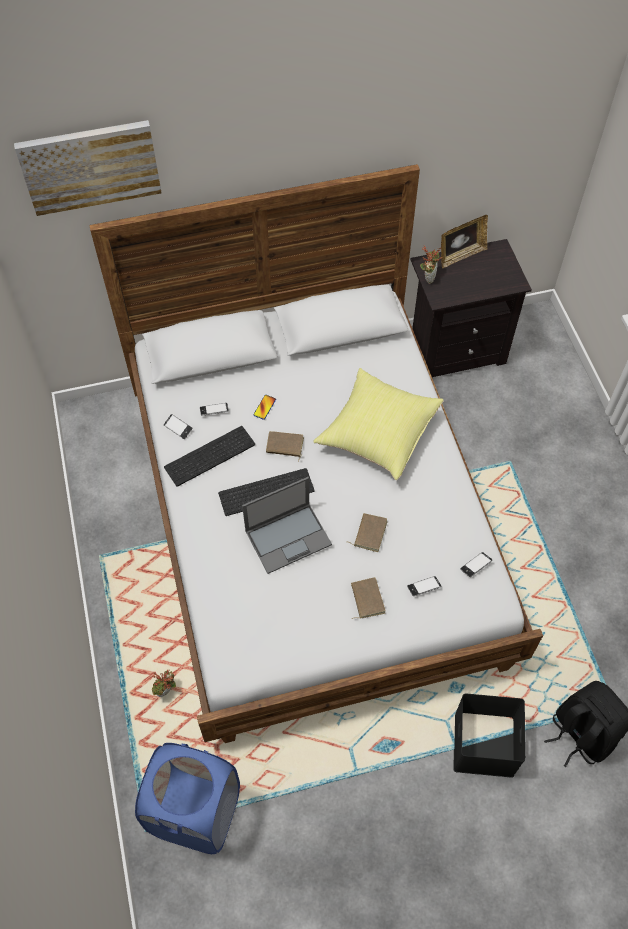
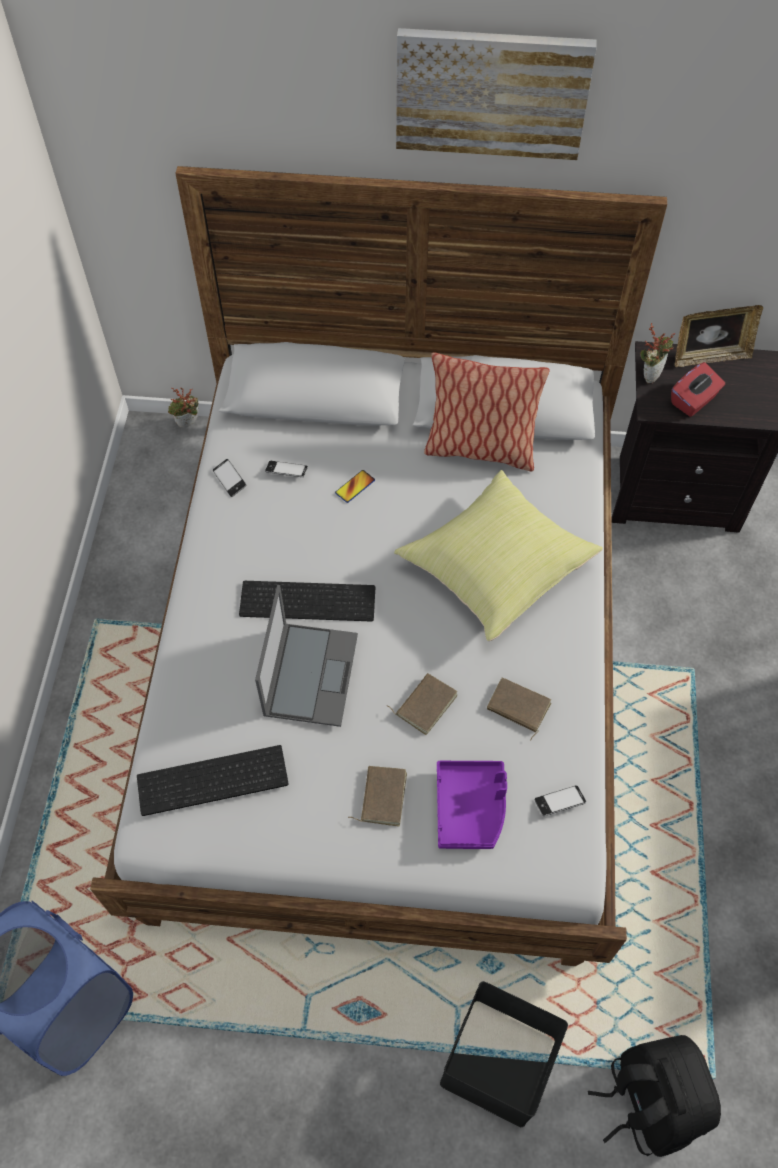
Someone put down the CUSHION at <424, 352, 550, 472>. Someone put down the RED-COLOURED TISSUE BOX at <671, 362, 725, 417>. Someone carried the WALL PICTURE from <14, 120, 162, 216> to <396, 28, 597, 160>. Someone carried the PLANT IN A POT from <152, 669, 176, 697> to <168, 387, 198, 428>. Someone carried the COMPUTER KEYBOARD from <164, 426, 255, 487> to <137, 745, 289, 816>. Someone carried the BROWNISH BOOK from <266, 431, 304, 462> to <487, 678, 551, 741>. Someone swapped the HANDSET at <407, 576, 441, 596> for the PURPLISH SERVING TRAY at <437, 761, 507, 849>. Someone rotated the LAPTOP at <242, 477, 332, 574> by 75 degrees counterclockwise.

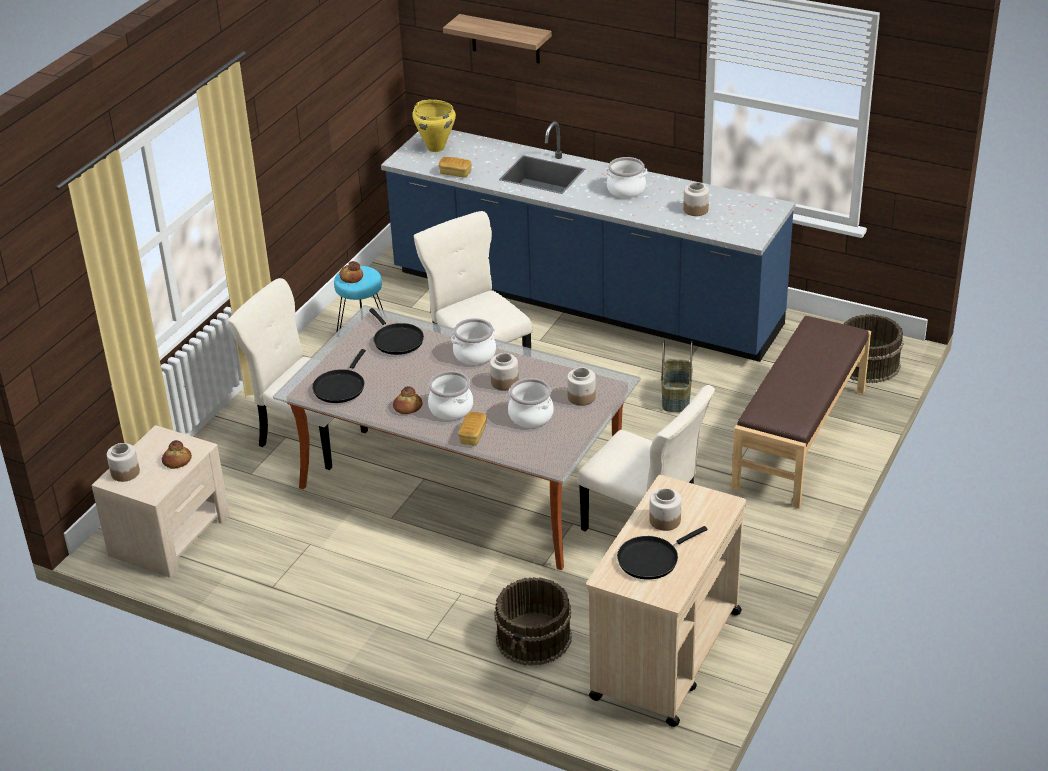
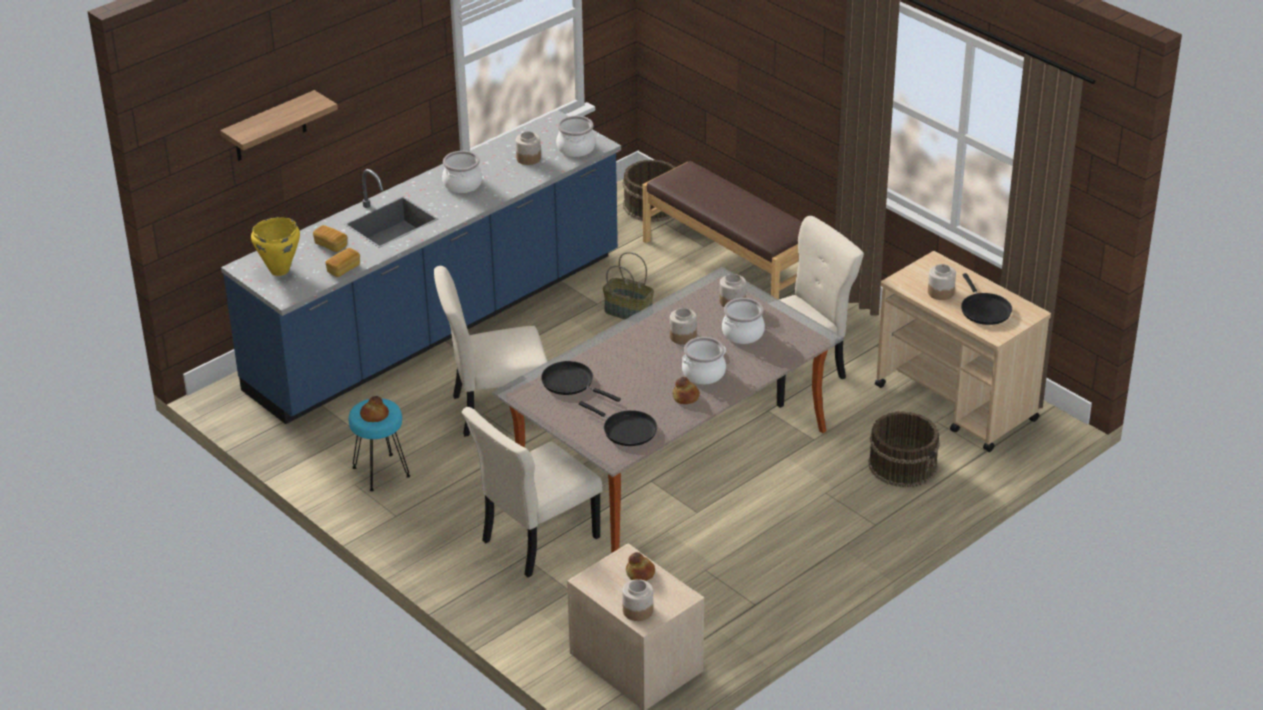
Someone carried the STOCKPOT from <451, 318, 496, 365> to <556, 116, 596, 157>. Someone carried the BAKERY BREAD from <458, 412, 487, 445> to <313, 225, 347, 252>. Someone rotated the BLACK PAN at <369, 308, 424, 355> by 135 degrees counterclockwise.

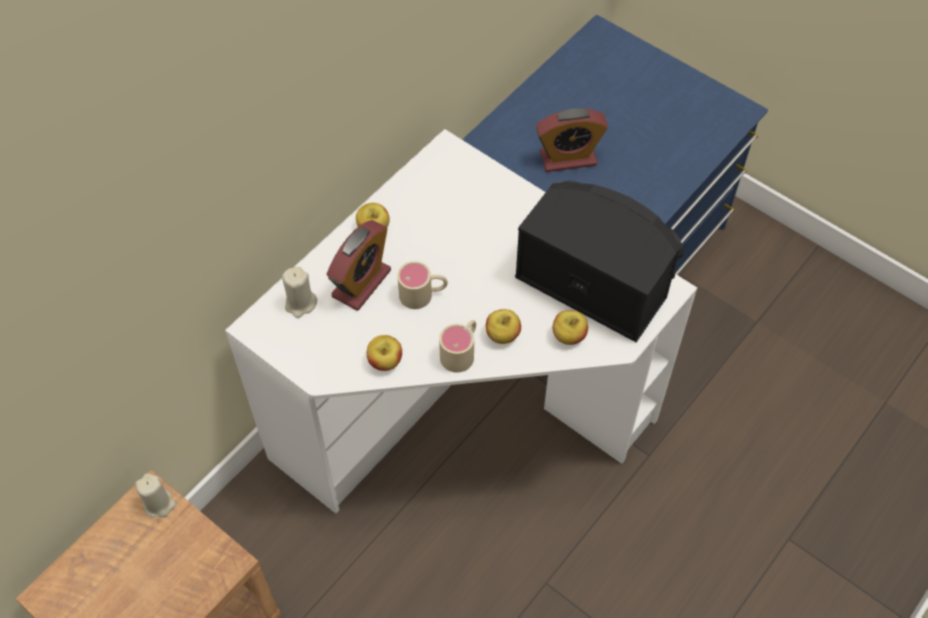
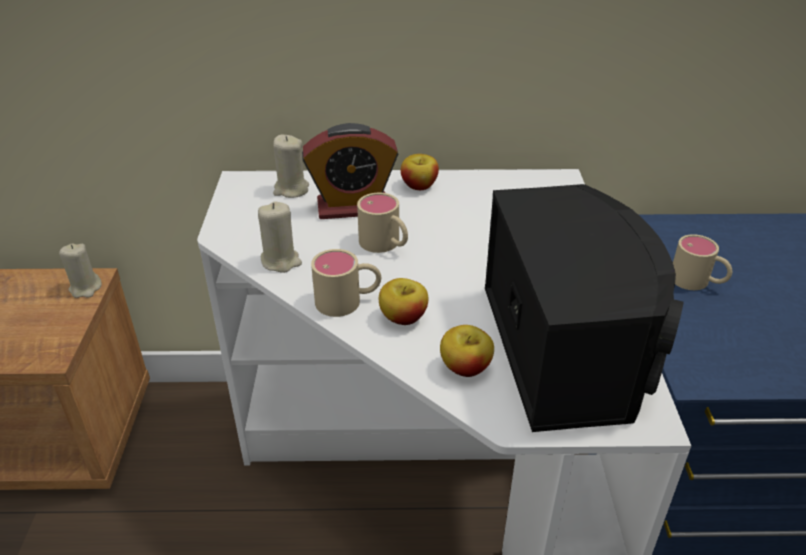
Someone swapped the APPLE FRUIT at <367, 335, 402, 371> for the SAND-COLOURED WAX LIGHT at <258, 201, 302, 273>. Someone swapped the TABLE CLOCK at <536, 108, 608, 172> for the SAND-COLOURED TEA MUG at <673, 234, 733, 290>.

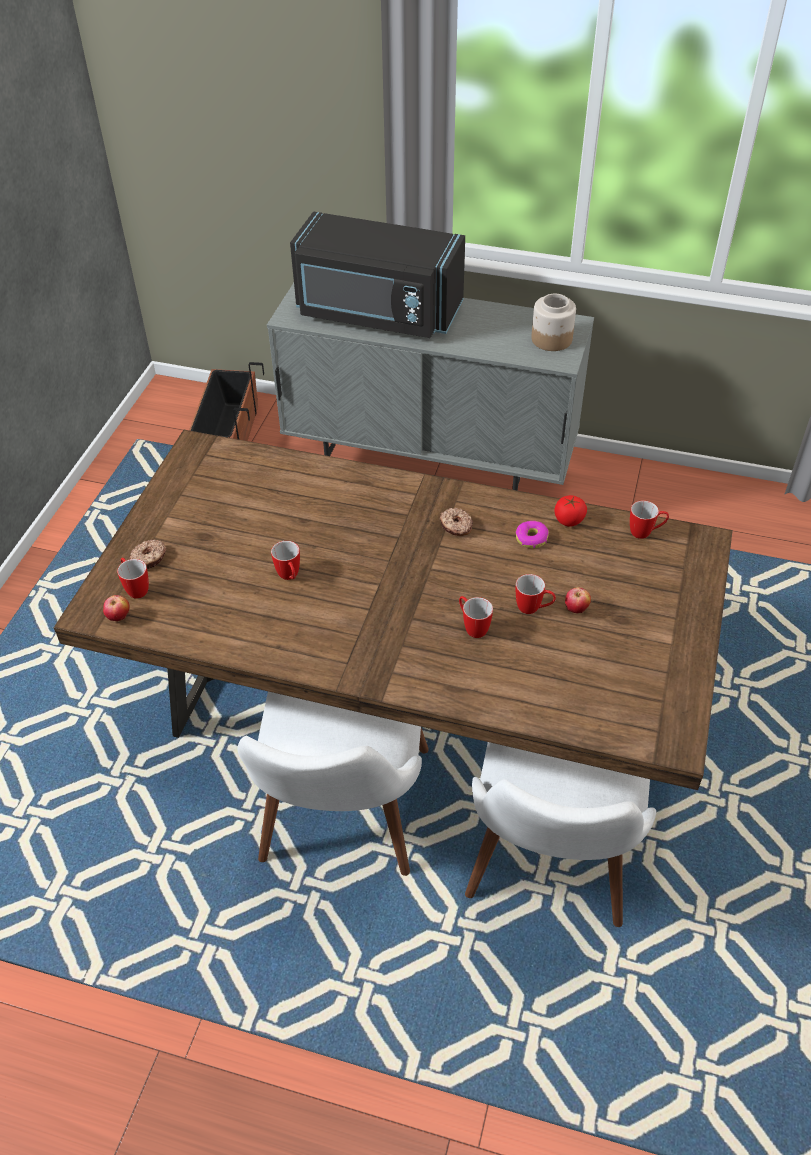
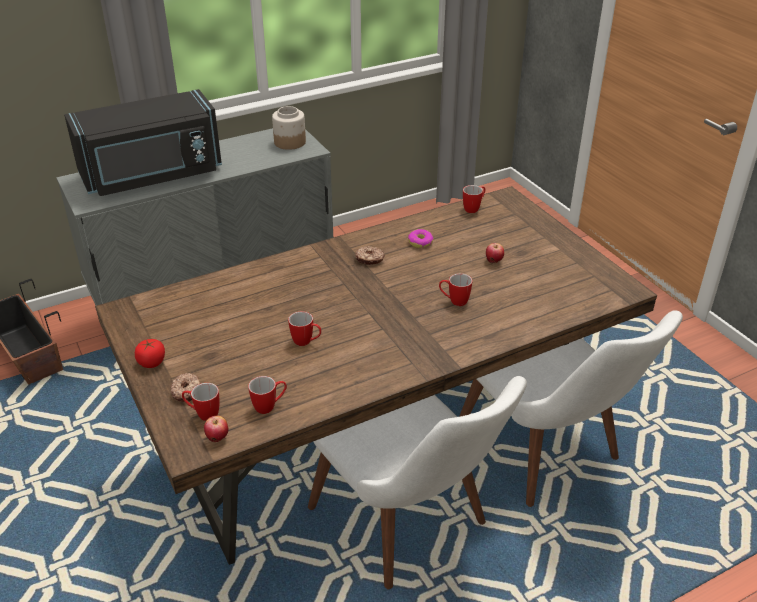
Someone carried the TEA MUG from <516, 574, 556, 614> to <248, 376, 287, 414>. Someone carried the TOMATO from <554, 495, 587, 527> to <135, 339, 165, 368>.

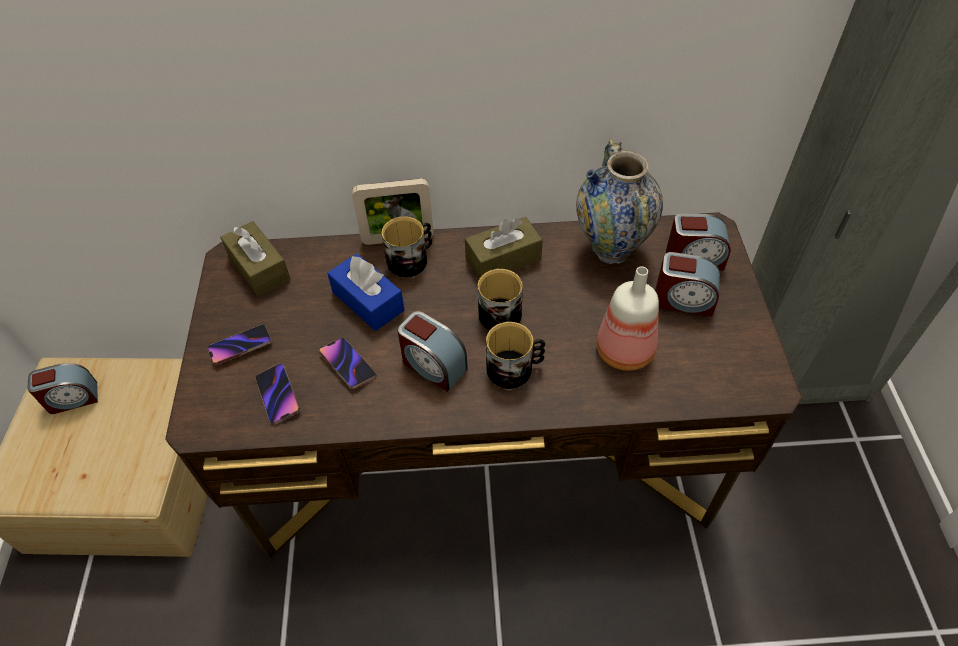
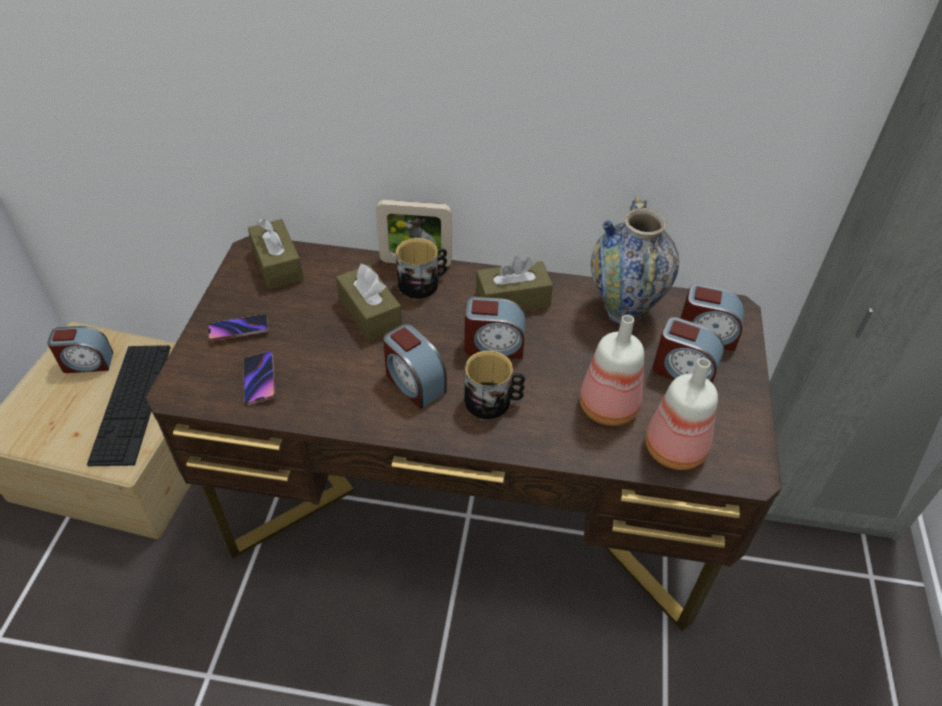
Someone took away the HANDSET at <319, 338, 376, 389>. Someone put down the COMPUTER KEYBOARD at <87, 345, 171, 466>. Someone put down the BOTTLE at <645, 358, 718, 470>. Someone swapped the TEA MUG at <478, 267, 523, 331> for the TABLE CLOCK at <464, 297, 525, 359>. Someone repainted the BLUE-COLOURED TISSUE BOX at <327, 253, 404, 331>, which became the BROWNISH TISSUE BOX at <336, 264, 402, 341>.

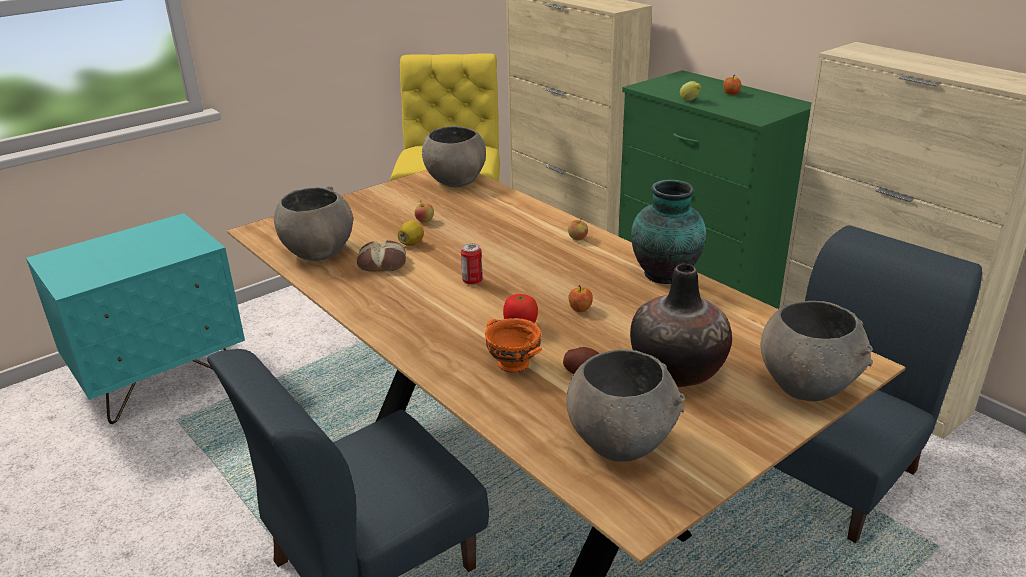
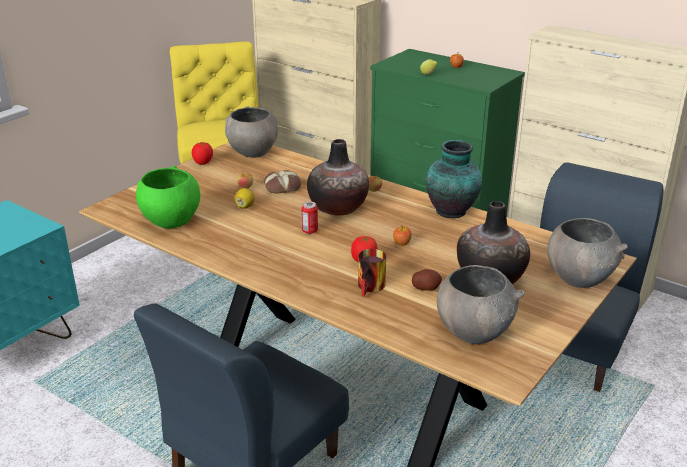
Someone put down the TOMATO at <192, 142, 213, 165>. Someone put down the FLOWER VASE at <307, 139, 369, 216>. Someone carried the BAKERY BREAD from <357, 240, 406, 272> to <264, 170, 301, 193>. Someone swapped the ORANGE-COLOURED BOWL at <485, 318, 542, 372> for the TEA MUG at <358, 249, 386, 297>. Someone repainted the GRAY BOWL at <274, 186, 353, 261>, which became the GREENISH BOWL at <136, 166, 200, 229>.

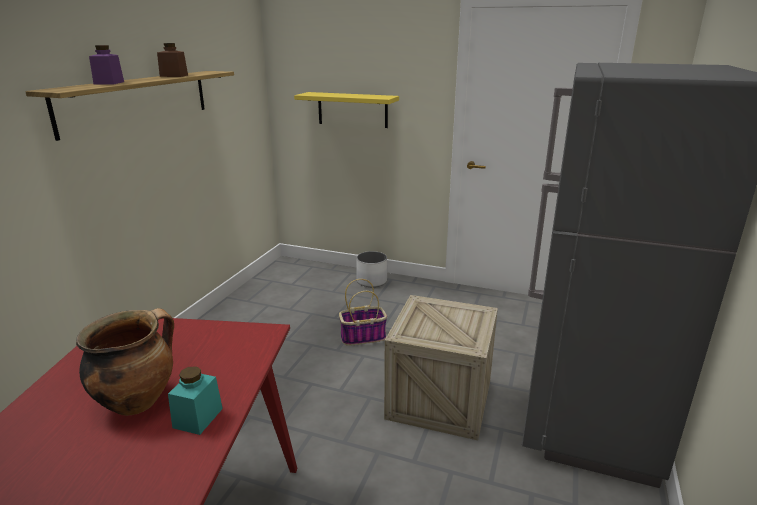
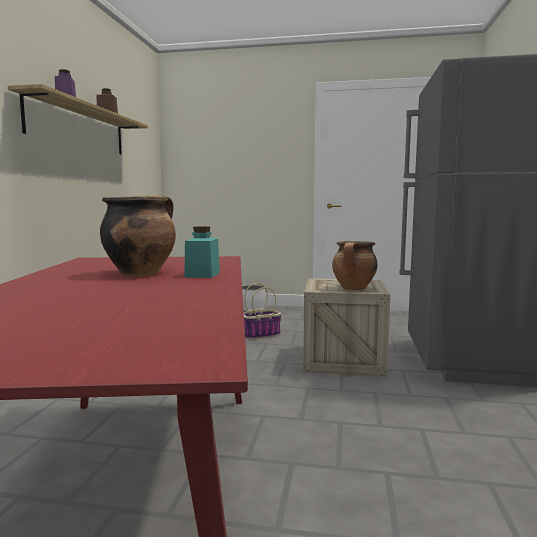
Someone took away the YELLOWISH WALL SHELF at <294, 92, 399, 128>. Someone put down the STOCKPOT at <332, 241, 377, 290>.

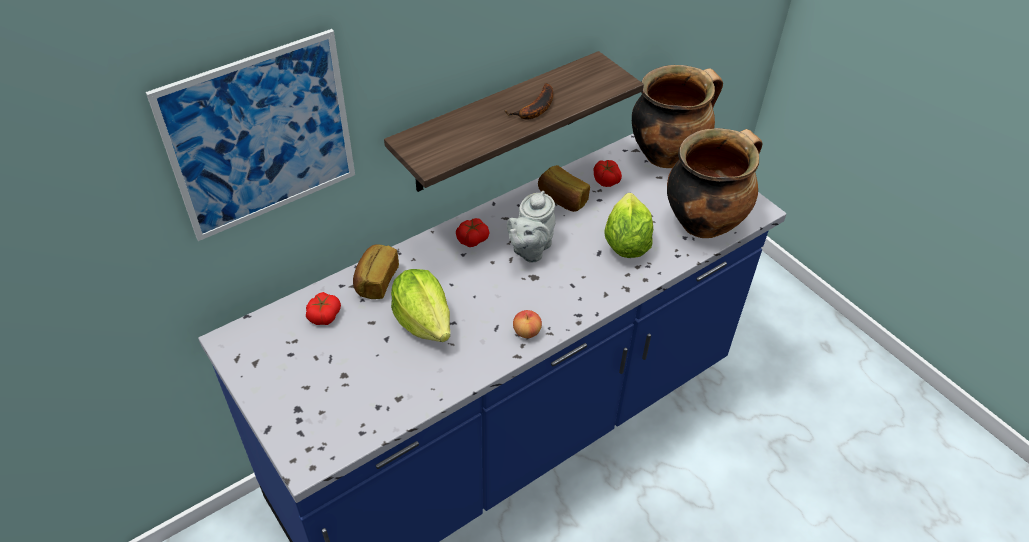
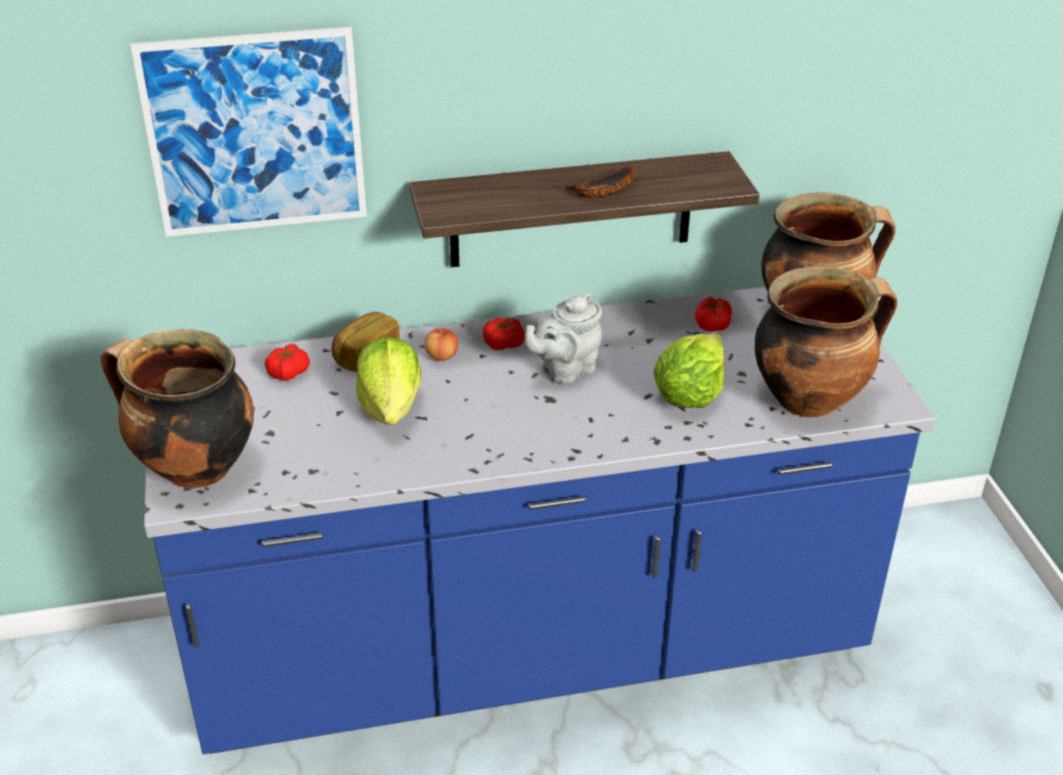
Someone took away the BAKERY BREAD at <538, 165, 590, 212>. Someone put down the STOCKPOT at <101, 329, 254, 488>. Someone carried the APPLE FRUIT from <513, 310, 542, 338> to <424, 327, 458, 361>.

